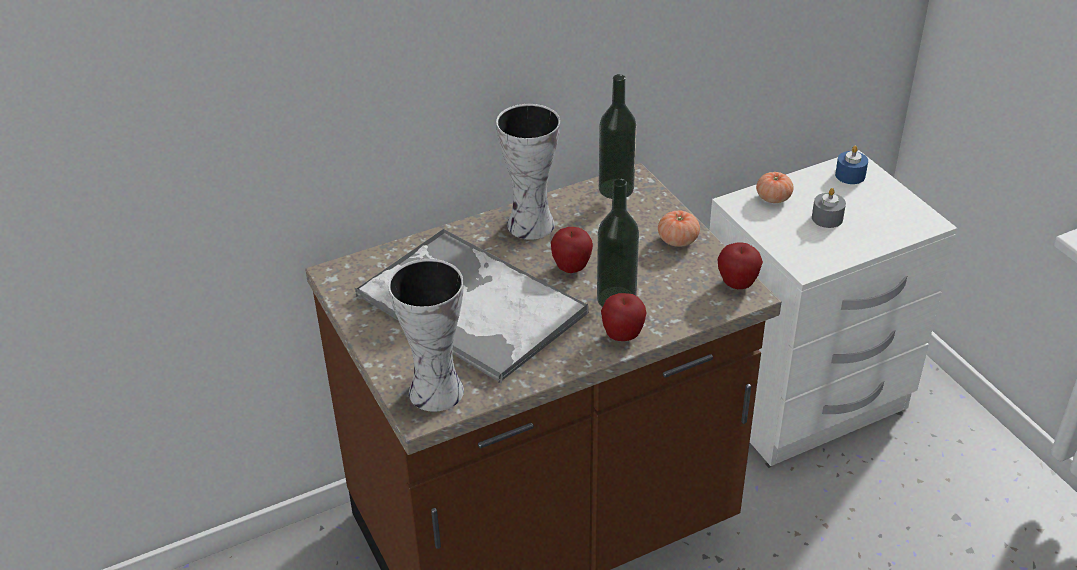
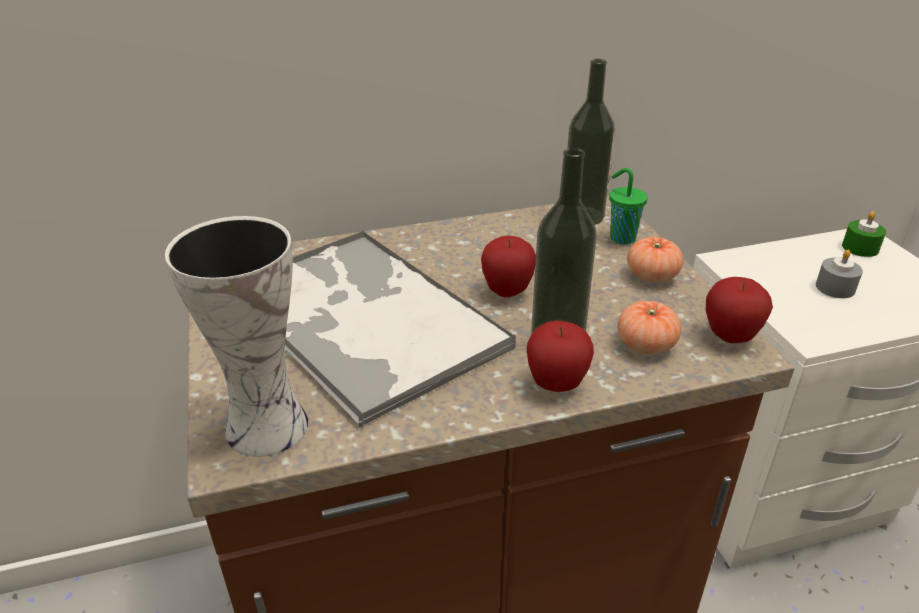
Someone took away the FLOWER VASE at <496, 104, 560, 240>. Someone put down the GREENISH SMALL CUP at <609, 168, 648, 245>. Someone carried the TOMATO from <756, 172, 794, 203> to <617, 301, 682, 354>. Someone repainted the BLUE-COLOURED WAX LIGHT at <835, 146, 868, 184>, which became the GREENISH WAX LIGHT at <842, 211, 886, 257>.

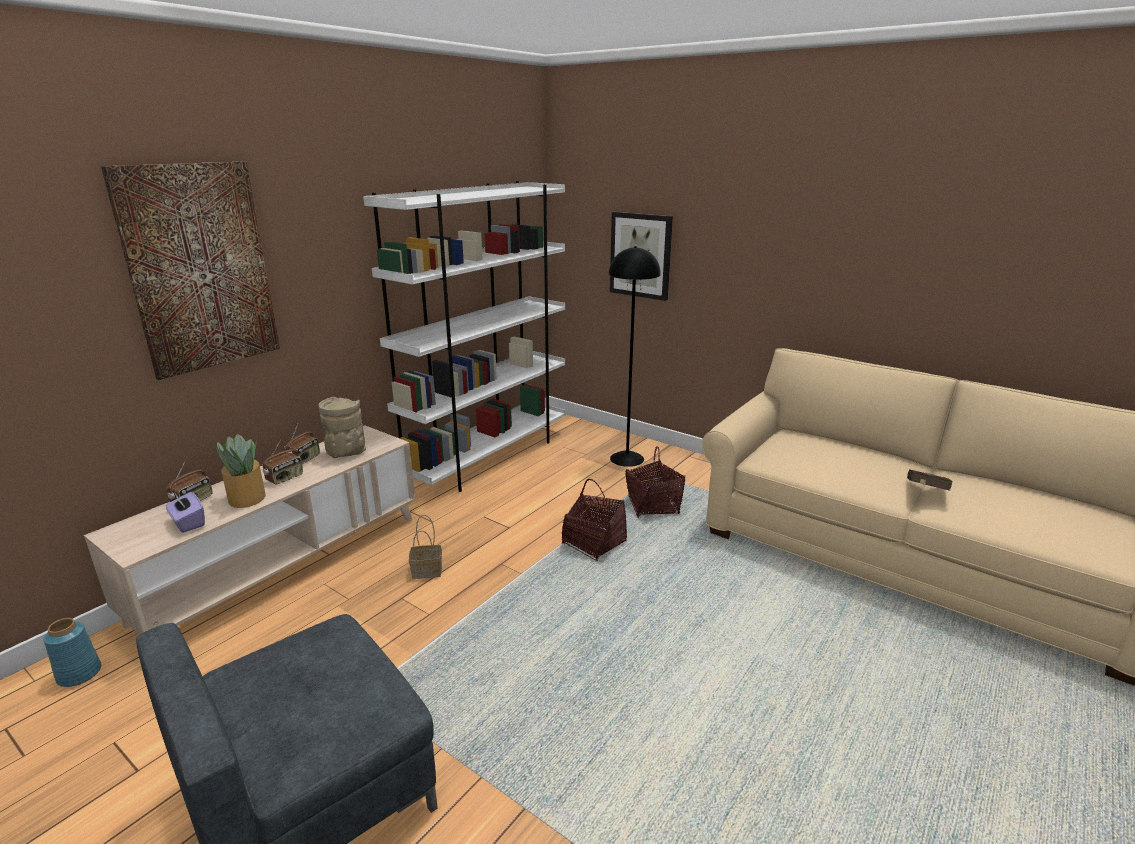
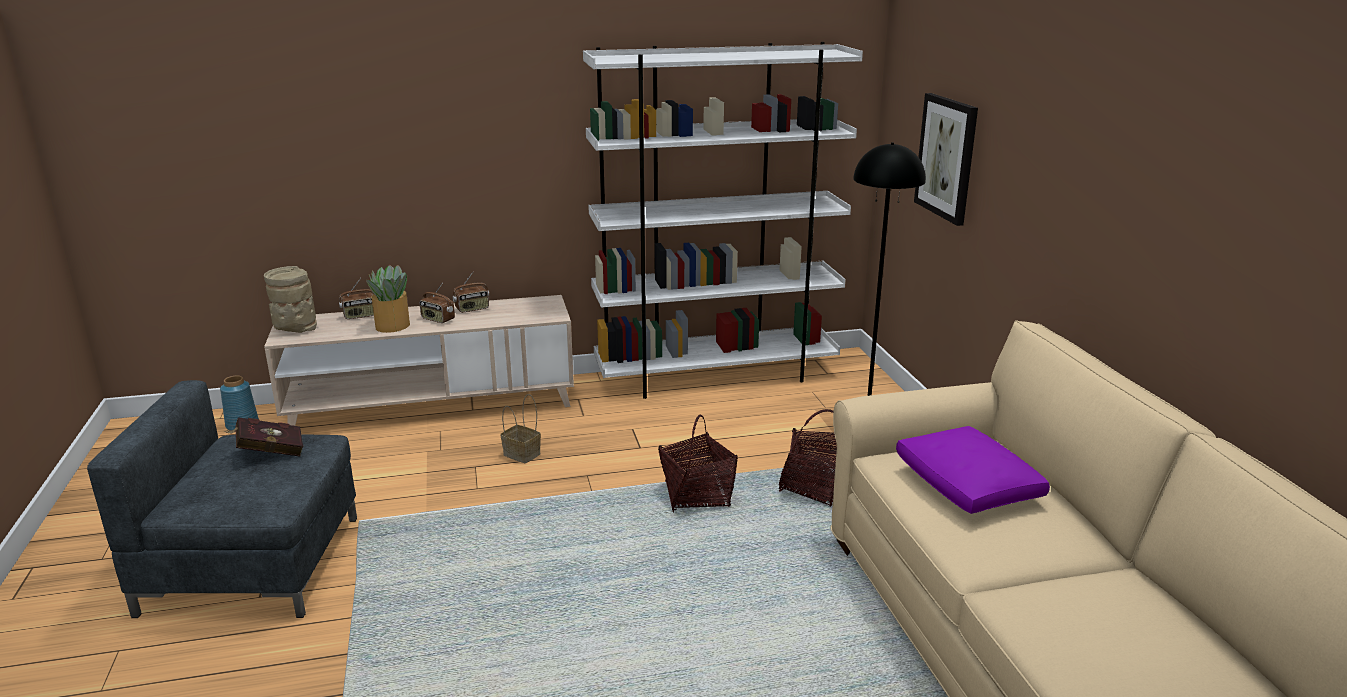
Someone took away the WALL PICTURE at <101, 162, 280, 380>. Someone took away the PURPLISH TISSUE BOX at <165, 492, 205, 533>. Someone put down the PURPLISH CUSHION at <896, 426, 1050, 514>. Someone carried the SAND-COLOURED FLOWER VASE from <318, 397, 366, 458> to <264, 266, 317, 333>. Someone carried the RED-COLOURED BOOK from <907, 469, 953, 491> to <223, 417, 303, 456>. Someone rotated the RADIO RECEIVER at <262, 440, 303, 485> by 45 degrees clockwise.

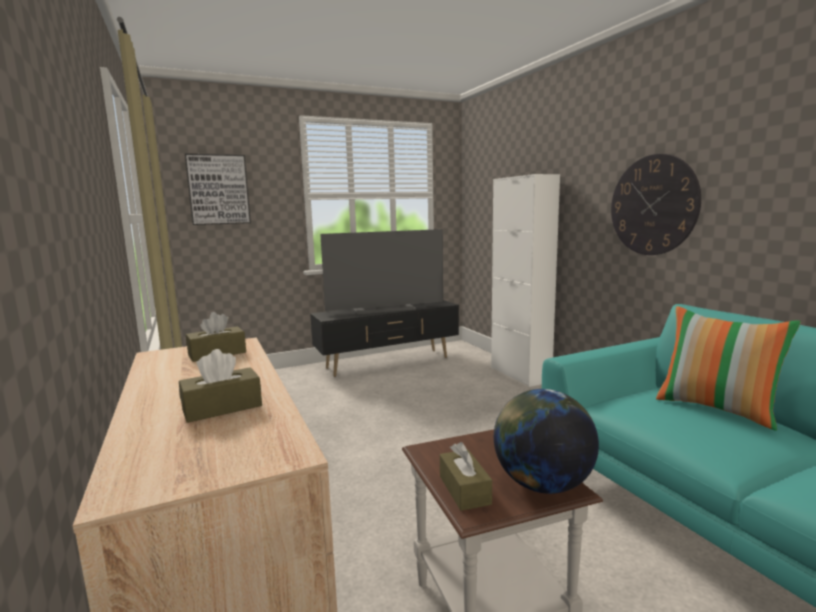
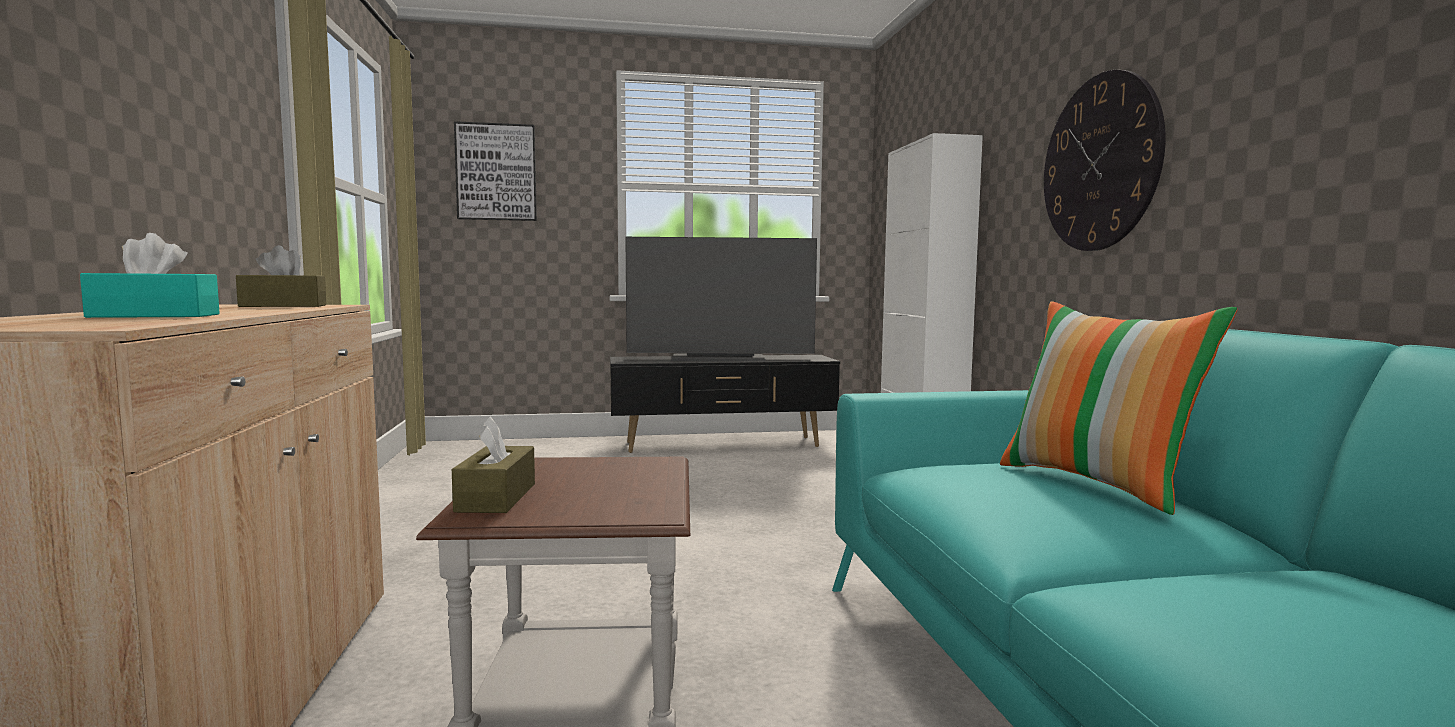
Someone took away the WORLD GLOBE at <494, 389, 599, 494>. Someone repainted the BROWNISH TISSUE BOX at <179, 349, 262, 423>, which became the TURQUOISE TISSUE BOX at <80, 233, 220, 318>.

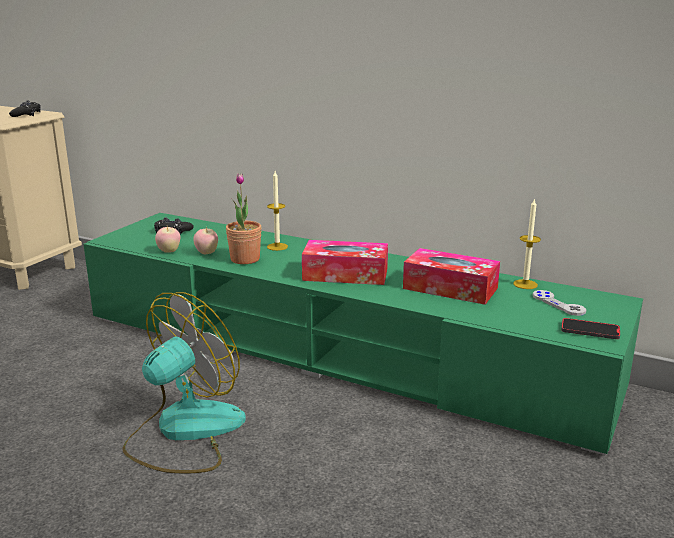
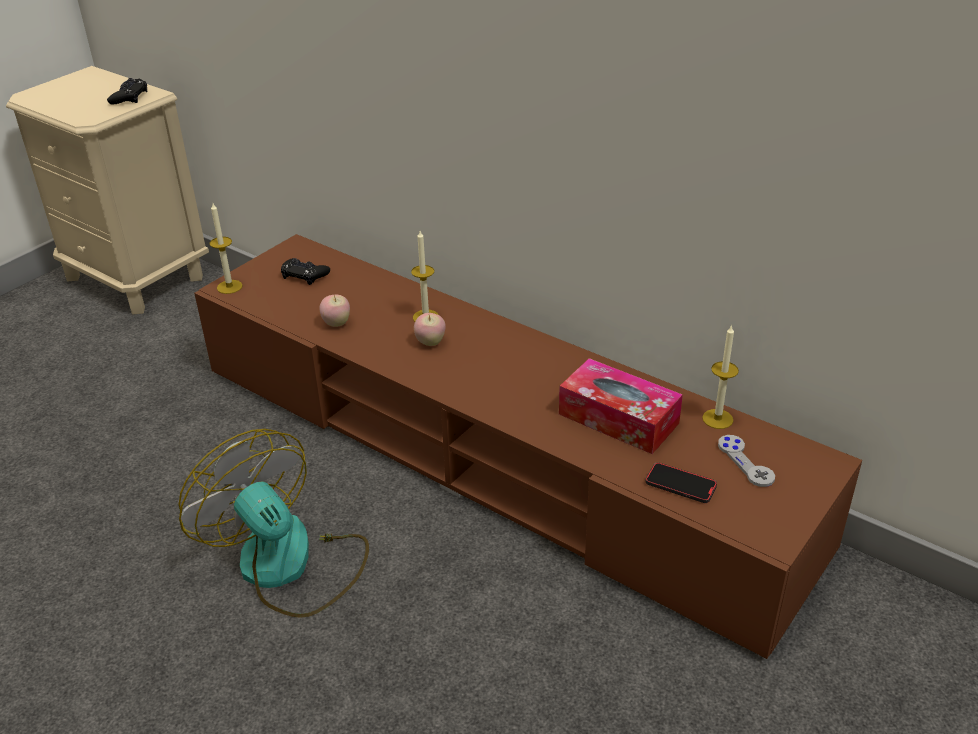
Someone took away the PLANT IN A POT at <226, 173, 262, 264>. Someone took away the TISSUE BOX at <302, 240, 388, 285>. Someone put down the WAX LIGHT at <209, 203, 243, 294>. Someone carried the APPLE FRUIT from <155, 227, 180, 253> to <414, 313, 446, 346>. Someone carried the HANDSET from <561, 318, 620, 339> to <645, 462, 717, 503>. Someone repainted the GREENISH MEDIA CONSOLE at <83, 213, 643, 456>, which became the BROWNISH MEDIA CONSOLE at <194, 234, 862, 659>. Someone rotated the COOLING FAN at <123, 292, 246, 473> by 90 degrees counterclockwise.

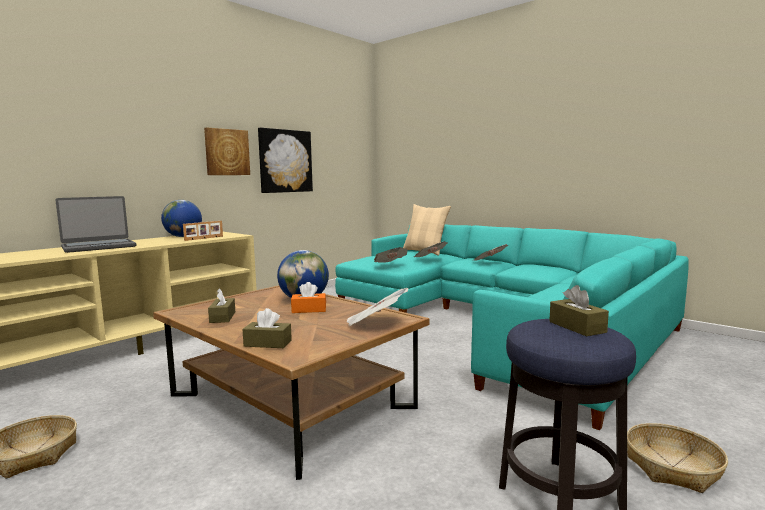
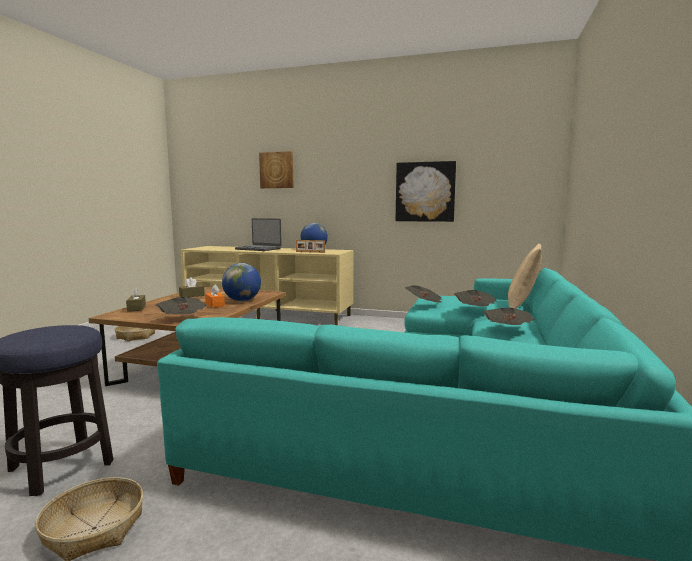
Someone took away the BROWNISH TISSUE BOX at <549, 285, 609, 336>. Someone carried the WALL PICTURE from <204, 127, 250, 175> to <259, 151, 294, 188>.

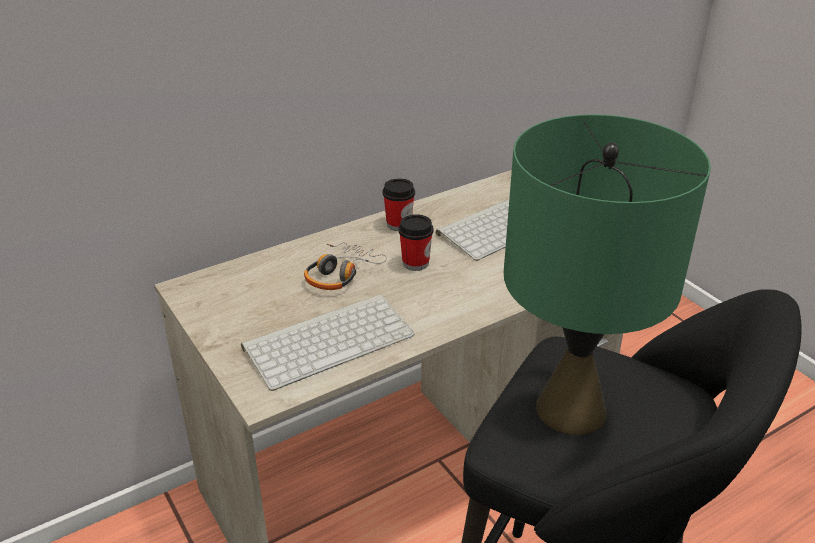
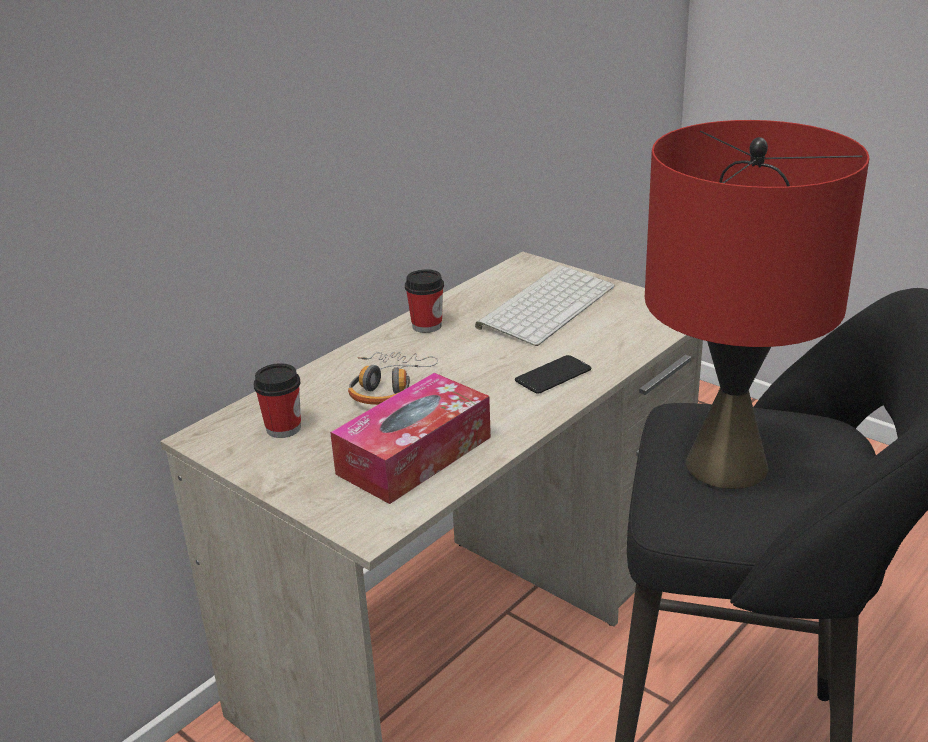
Someone put down the HANDSET at <515, 355, 591, 393>. Someone carried the SMALL CUP from <398, 214, 434, 271> to <254, 363, 301, 438>. Someone swapped the COMPUTER KEYBOARD at <241, 294, 415, 391> for the TISSUE BOX at <330, 373, 491, 504>. Someone repainted the GREENISH TABLETOP LAMP at <504, 114, 711, 435>, which became the RED-COLOURED TABLETOP LAMP at <645, 120, 870, 489>.

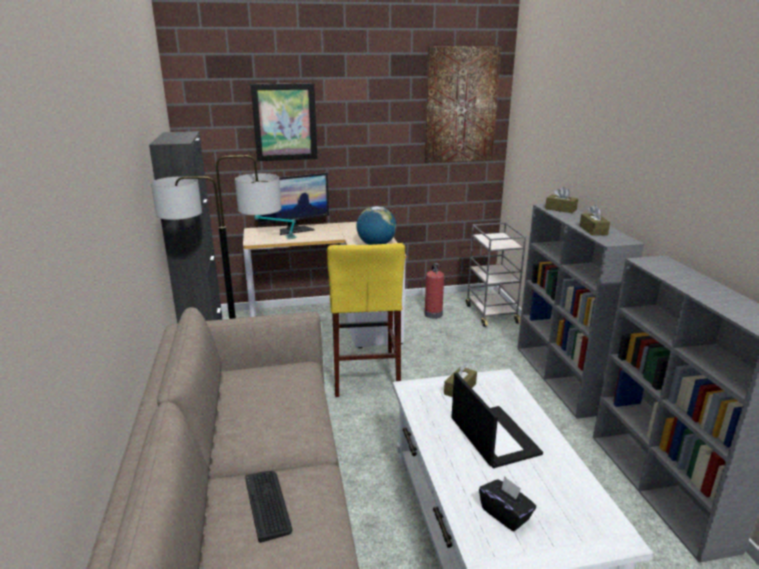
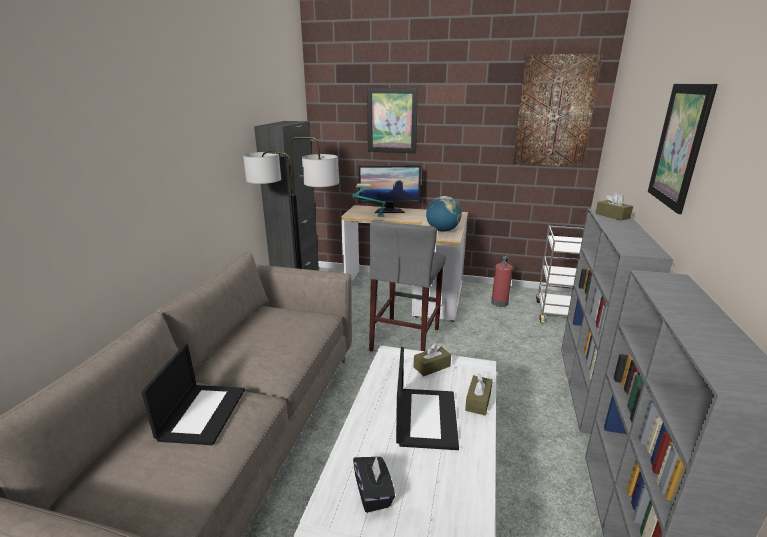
Someone put up the WALL PICTURE at <648, 84, 718, 214>. Someone carried the BROWNISH TISSUE BOX from <580, 205, 610, 236> to <465, 373, 493, 416>. Someone swapped the COMPUTER KEYBOARD at <245, 471, 292, 543> for the LAPTOP at <141, 344, 245, 445>. Someone repainted the YELLOWISH SITTING STOOL at <327, 243, 405, 397>, which became the GRAY SITTING STOOL at <369, 220, 446, 351>.

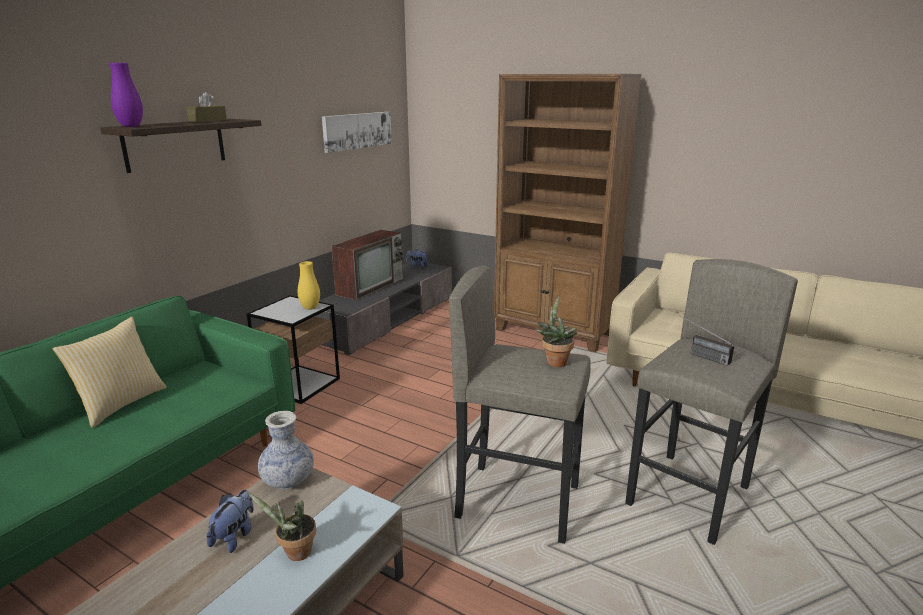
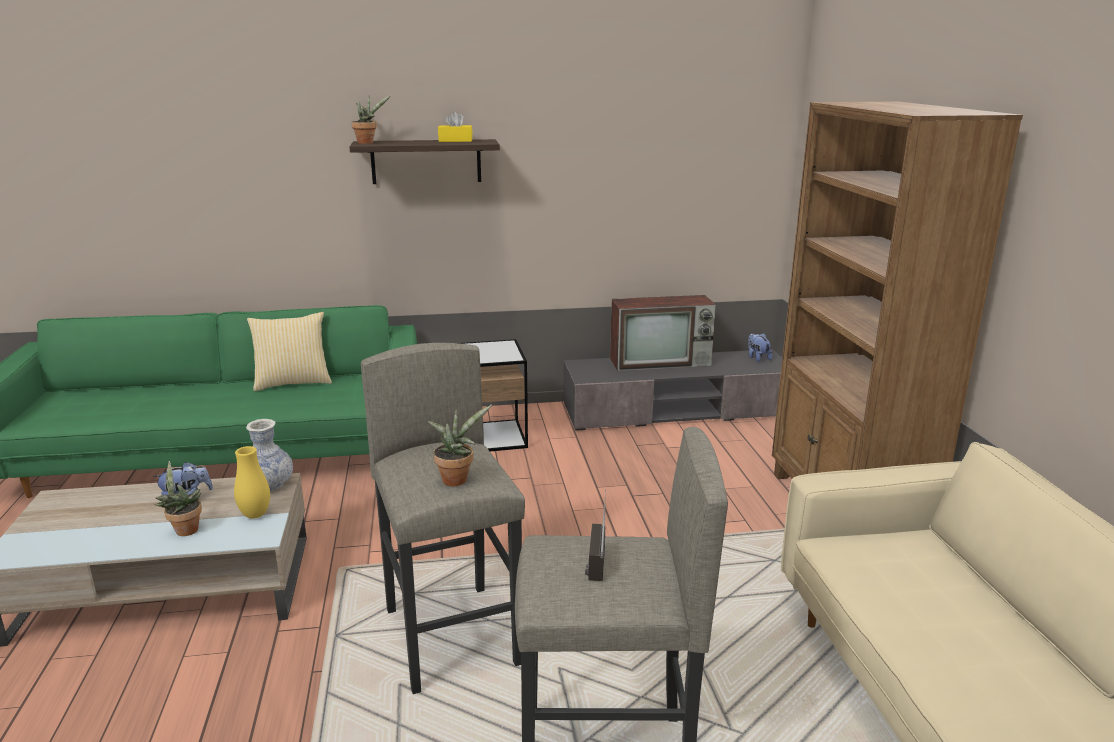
Someone took away the WALL PICTURE at <322, 112, 392, 153>. Someone carried the YELLOWISH FLOWER VASE from <298, 261, 320, 310> to <234, 446, 270, 518>. Someone swapped the PURPLISH FLOWER VASE at <109, 63, 143, 127> for the PLANT IN A POT at <351, 95, 391, 144>. Someone repainted the BROWNISH TISSUE BOX at <187, 92, 227, 122>, which became the YELLOWISH TISSUE BOX at <438, 112, 472, 142>.

